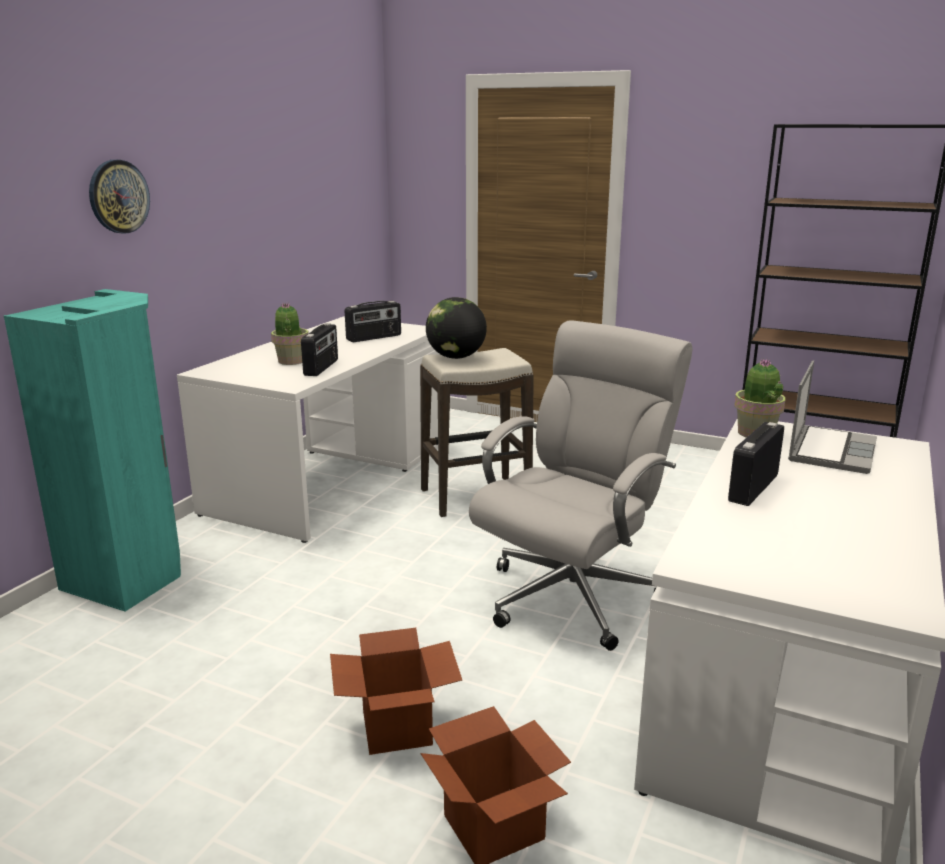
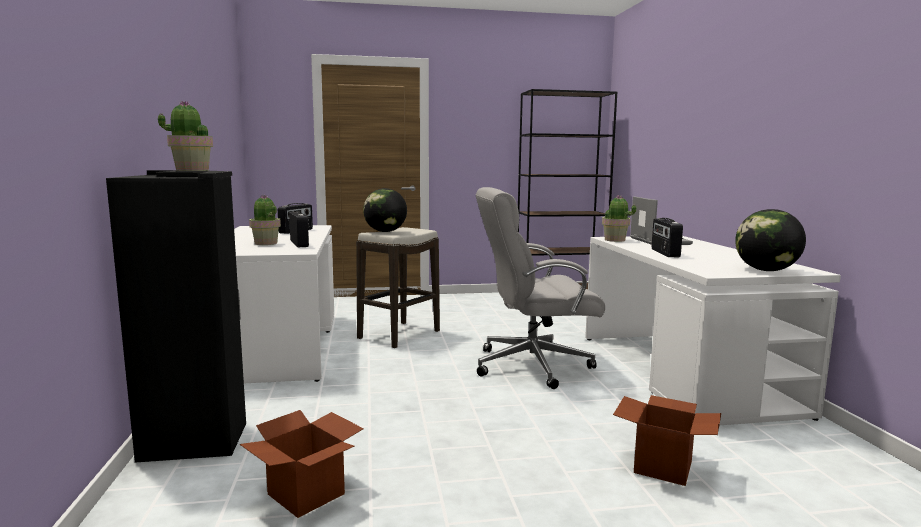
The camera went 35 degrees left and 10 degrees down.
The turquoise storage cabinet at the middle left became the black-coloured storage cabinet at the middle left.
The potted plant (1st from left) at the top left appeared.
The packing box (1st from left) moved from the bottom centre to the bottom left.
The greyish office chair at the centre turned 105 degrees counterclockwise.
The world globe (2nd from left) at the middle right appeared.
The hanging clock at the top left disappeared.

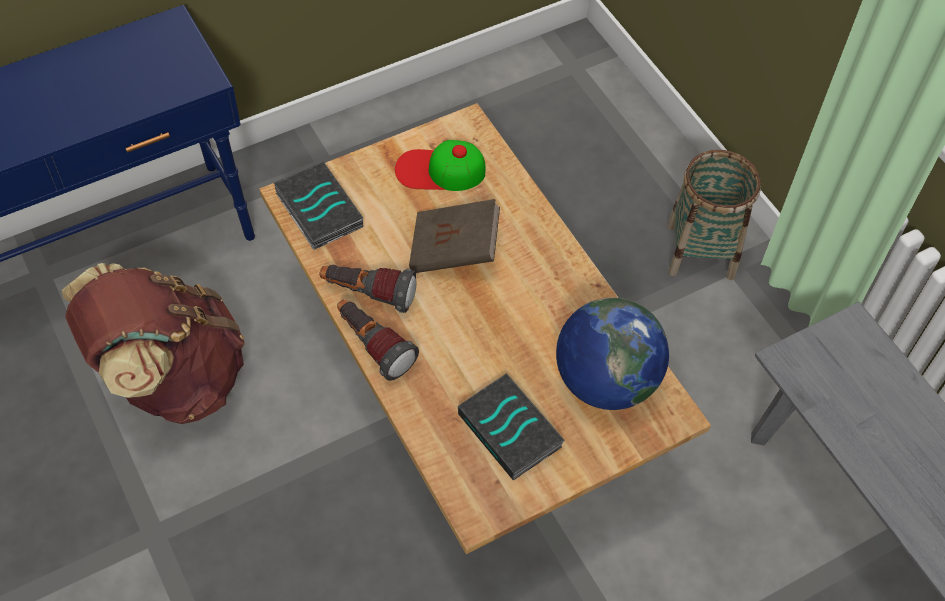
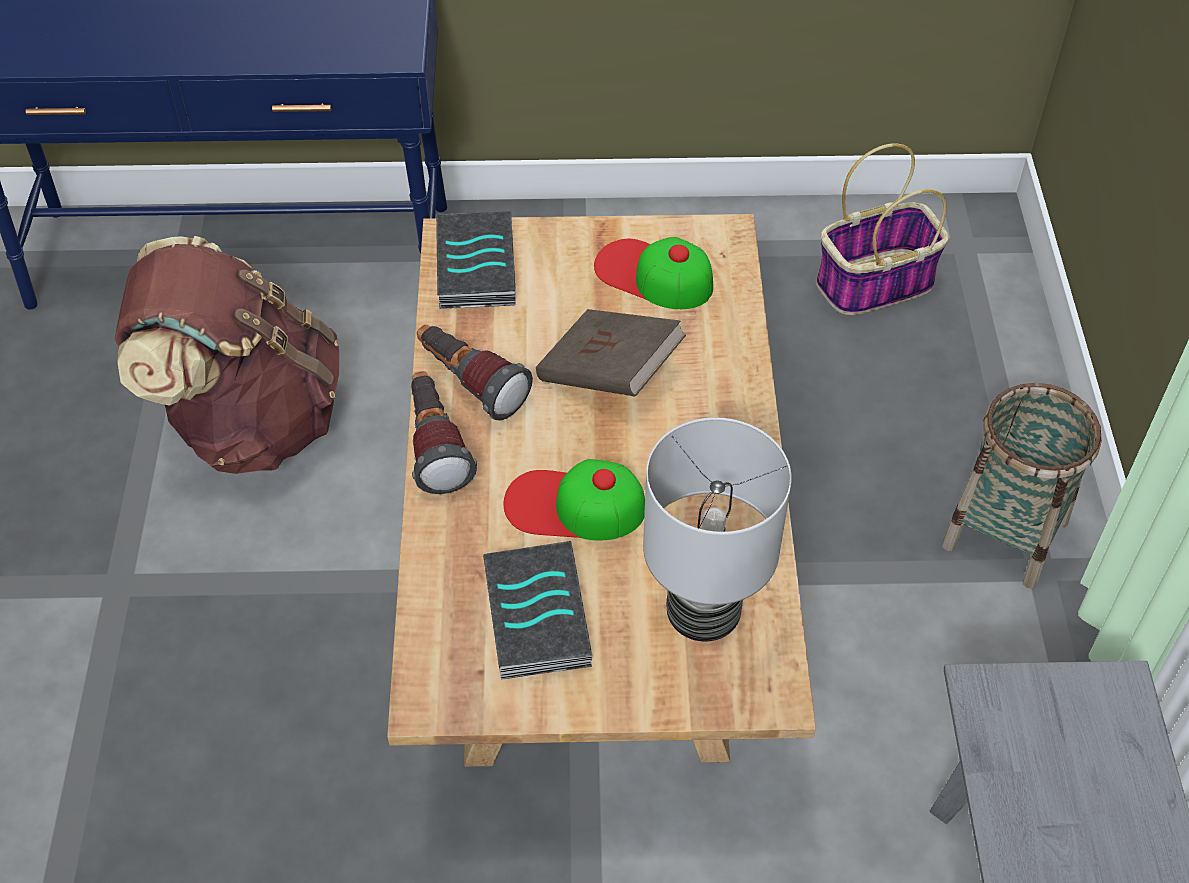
The camera went 30 degrees right and 5 degrees down.
The peaked cap (1st from left) at the centre appeared.
The world globe at the centre was replaced by the greyish lamp for a table at the centre.
The basket (1st from left) at the top right appeared.

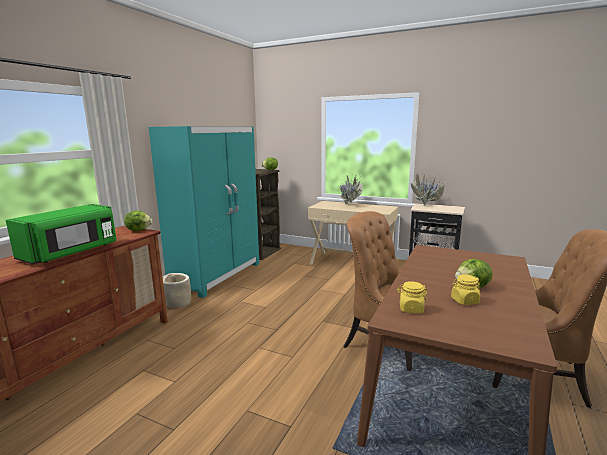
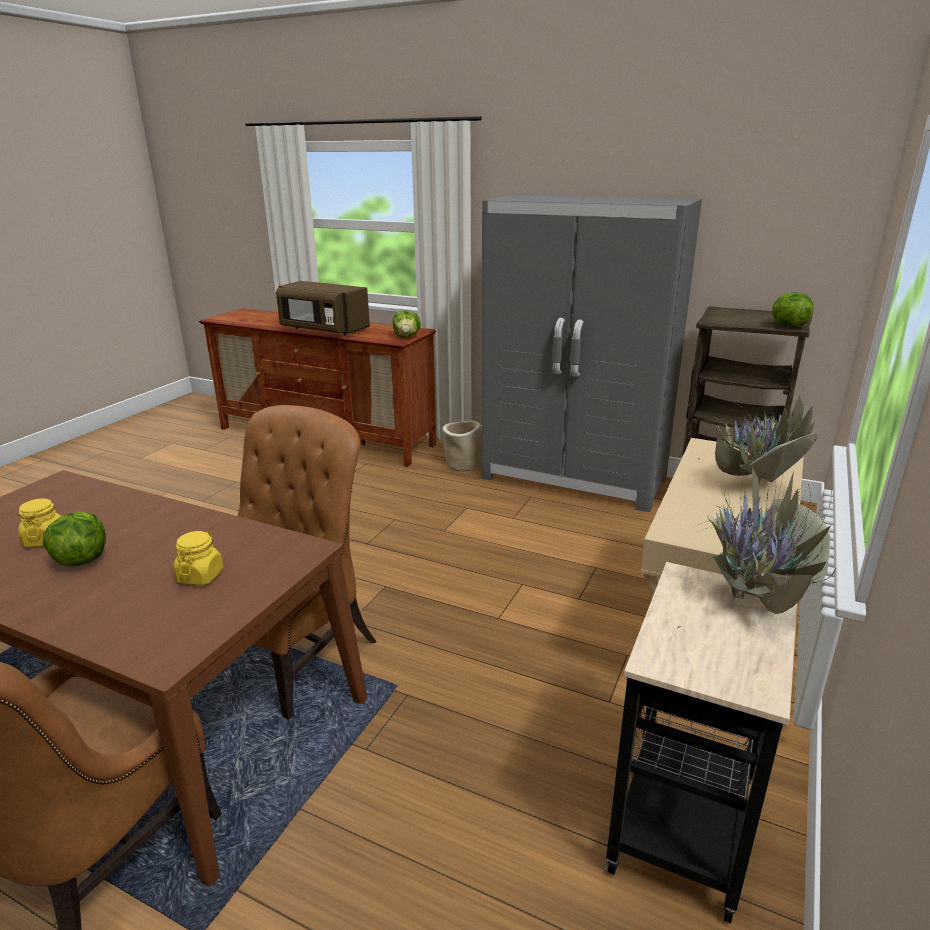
The camera went 90 degrees right and 10 degrees up.
The yellowish jar (1st from left in the first image) moved from the middle right to the middle left.
The green-coloured kitchen microwave at the middle left became the brown kitchen microwave at the top centre.
The turquoise storage cabinet at the centre became the greyish storage cabinet at the centre.

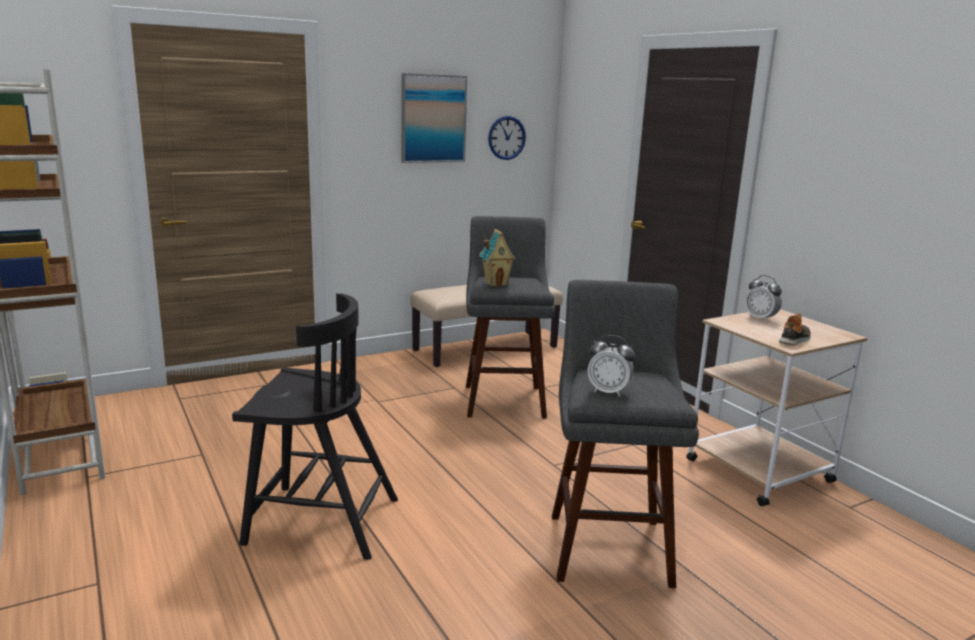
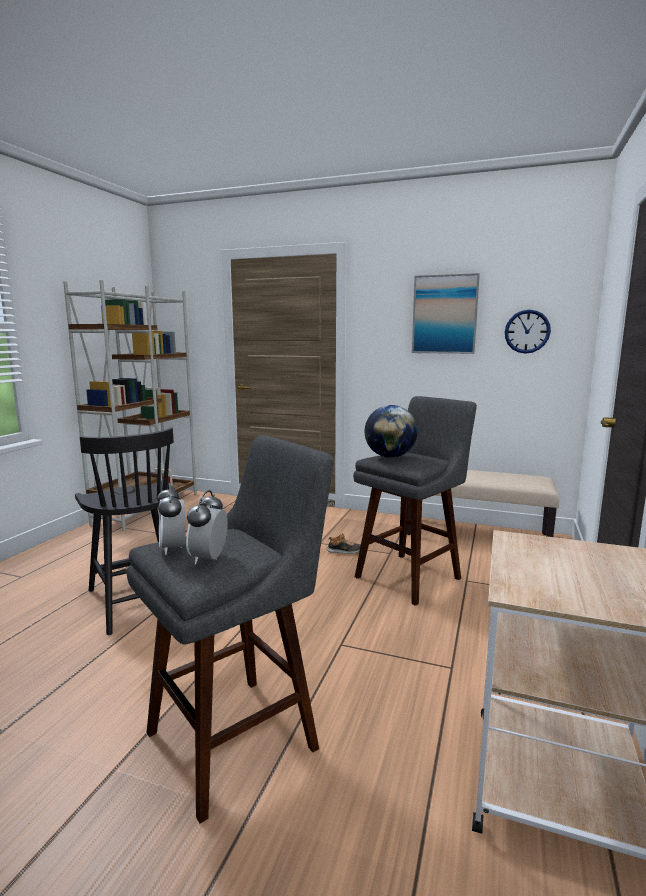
The camera went 50 degrees right and 5 degrees down.
The alarm clock (2nd from left) moved from the middle right to the middle left.
The shoe moved from the middle right to the centre.
The toy house at the centre was replaced by the world globe at the centre.

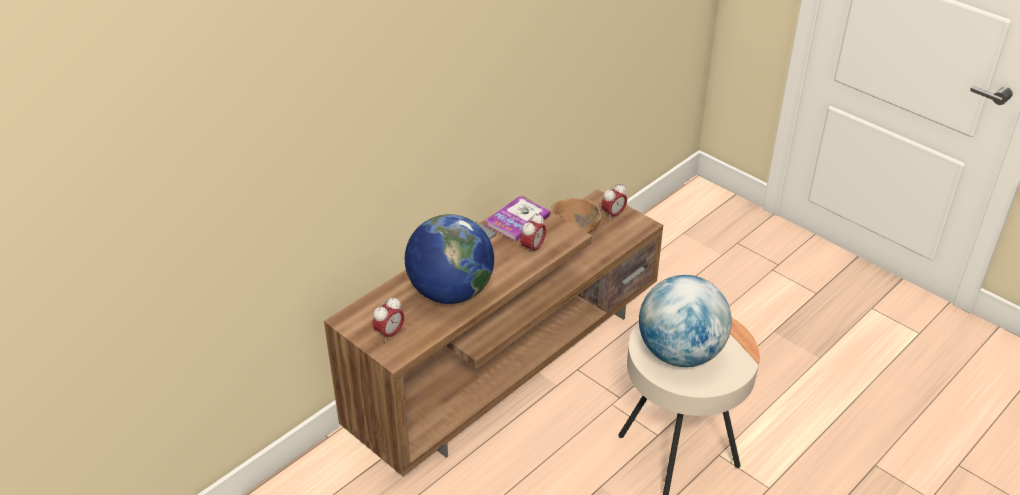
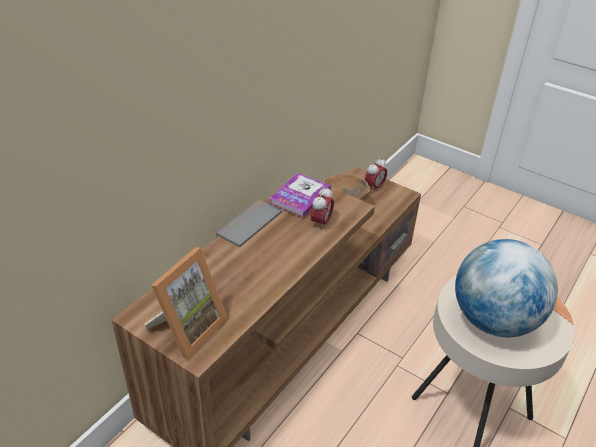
The camera went 10 degrees left and 0 degrees up.
The alarm clock (1st from left) at the centre was replaced by the picture frame at the bottom left.
The world globe (1st from left) at the centre disappeared.

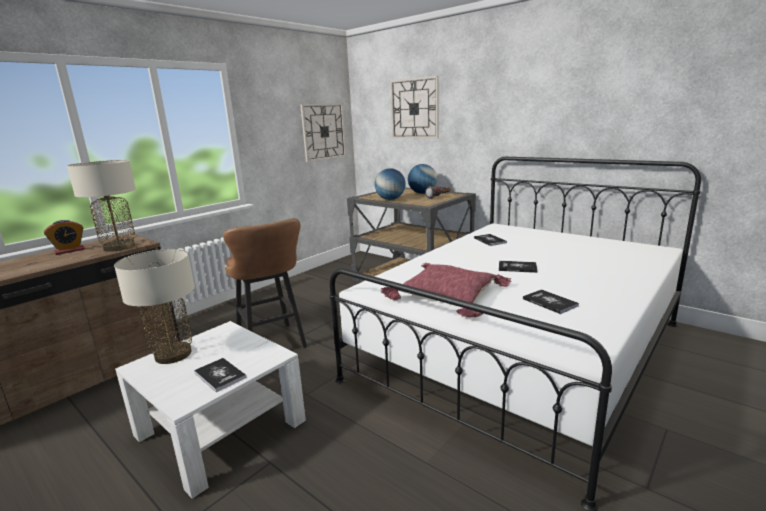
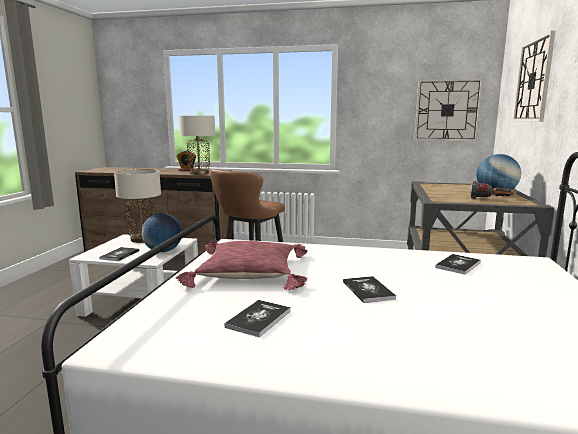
The camera went 60 degrees right and 5 degrees down.
The world globe (1st from left) moved from the centre to the middle left.

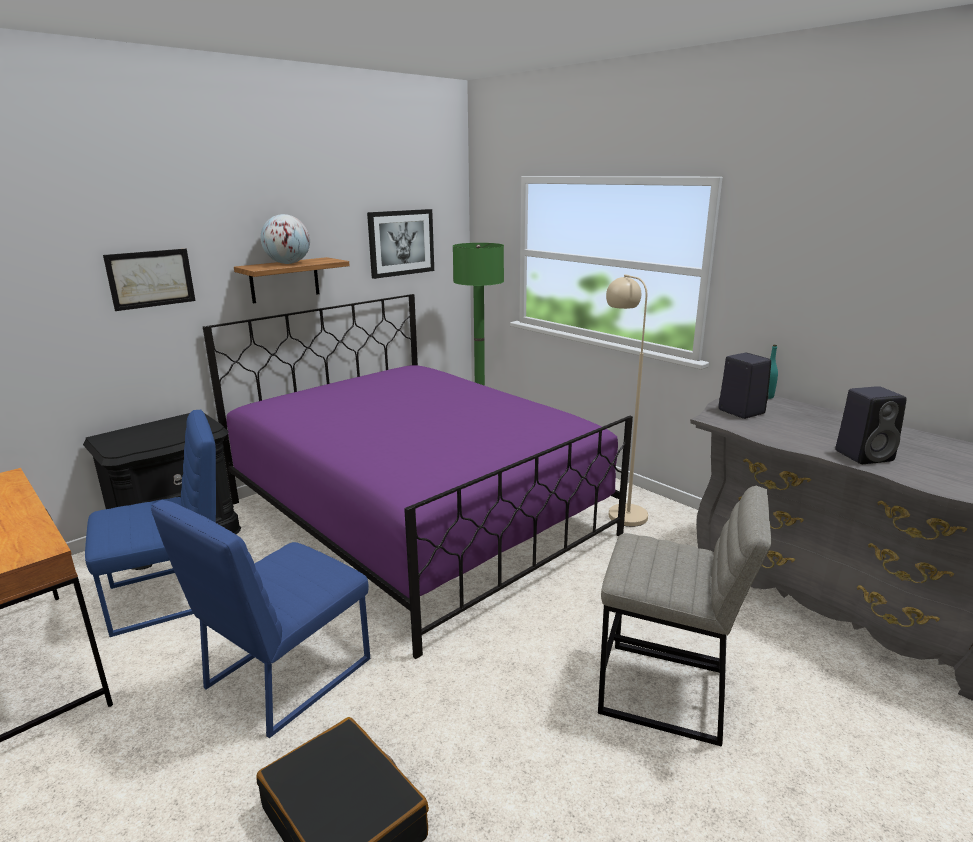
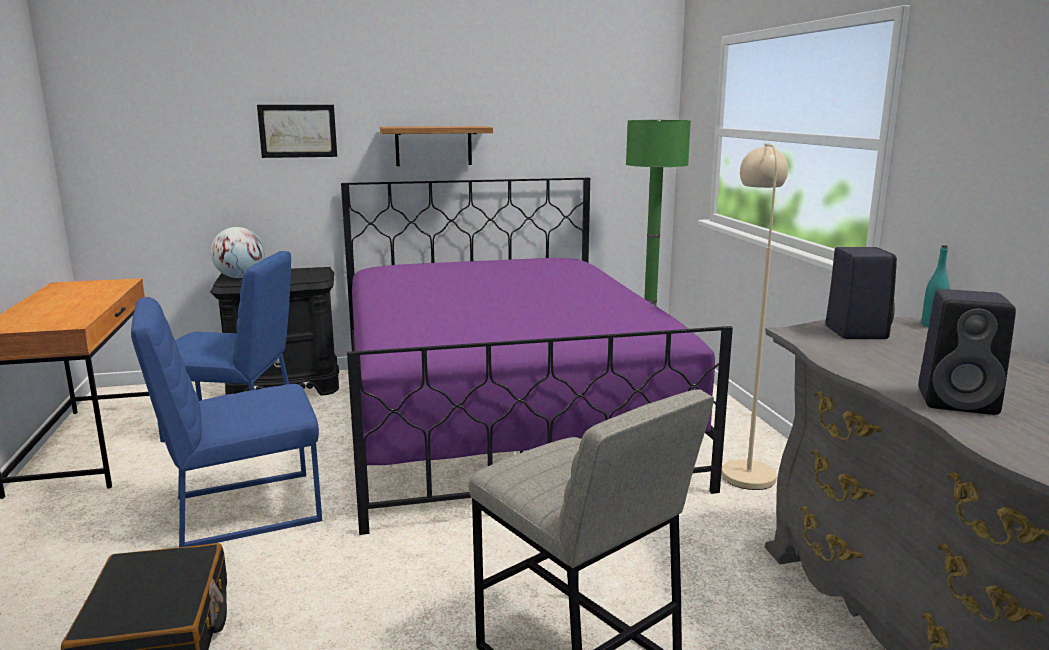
The camera went 30 degrees right and 5 degrees down.
The world globe moved from the top left to the middle left.
The picture (2nd from left) at the top centre disappeared.

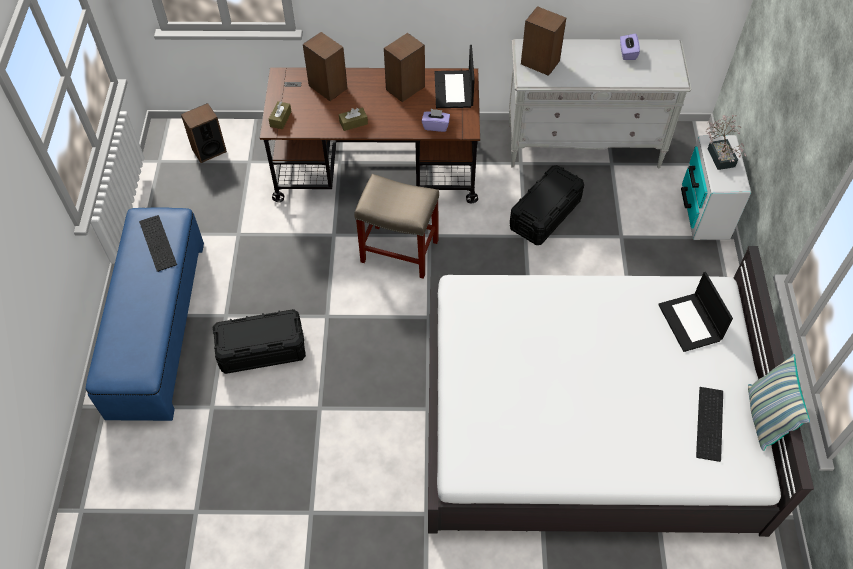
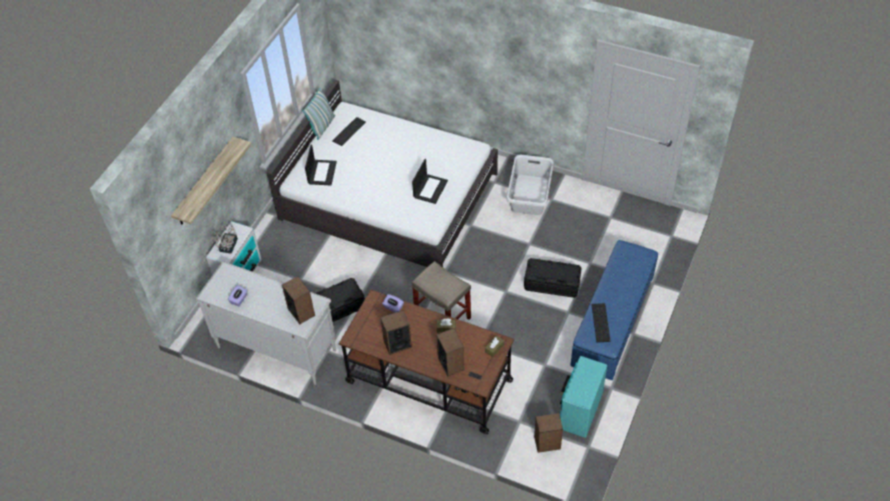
The camera went 155 degrees left and 5 degrees down.
The wall shelf at the middle left appeared.
The notebook computer (1st from left in the first image) moved from the top centre to the centre.
The greyish laundry basket at the centre appeared.
The turquoise nightstand at the bottom centre appeared.

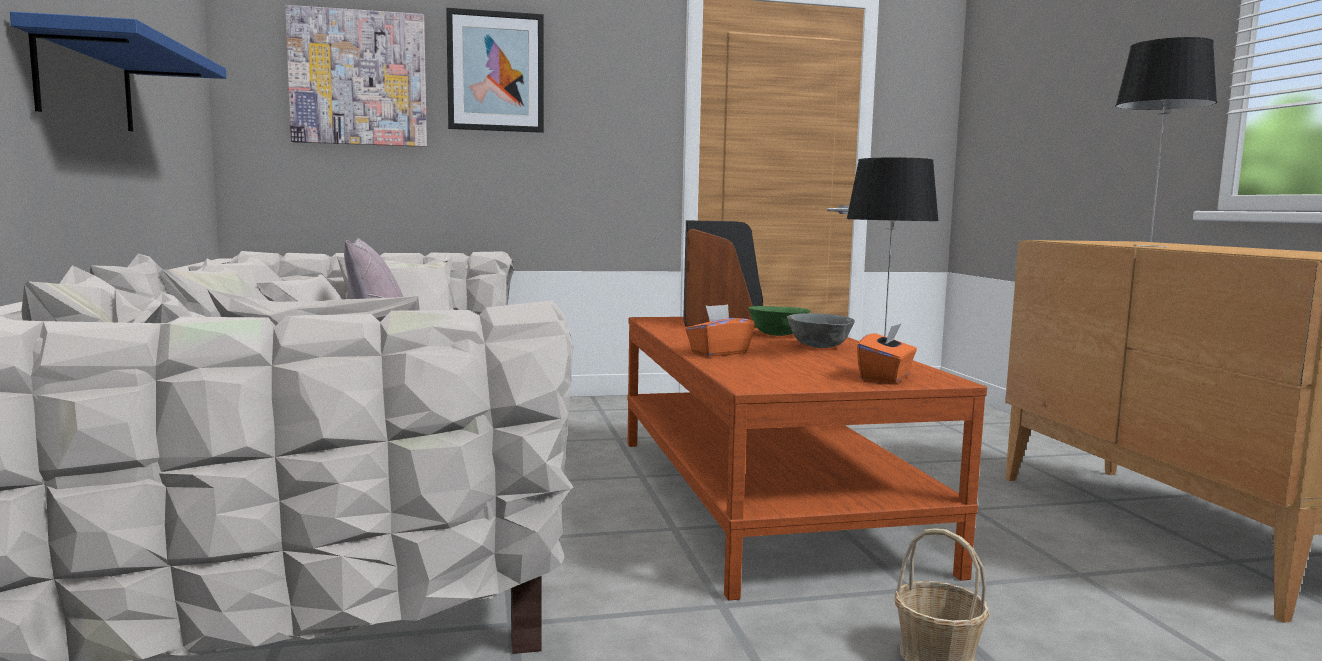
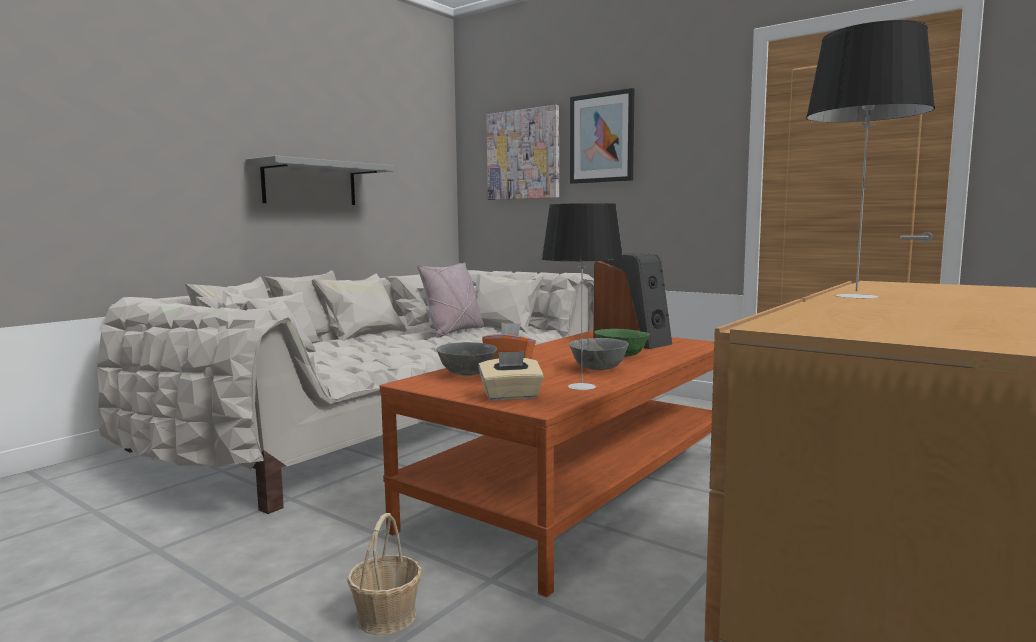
The camera went 50 degrees right and 0 degrees up.
The bluish wall shelf at the top left became the greyish wall shelf at the top left.
The greyish bowl (1st from left) at the centre appeared.
The orangey tissue box (2nd from left) at the middle right became the beige tissue box at the centre.

